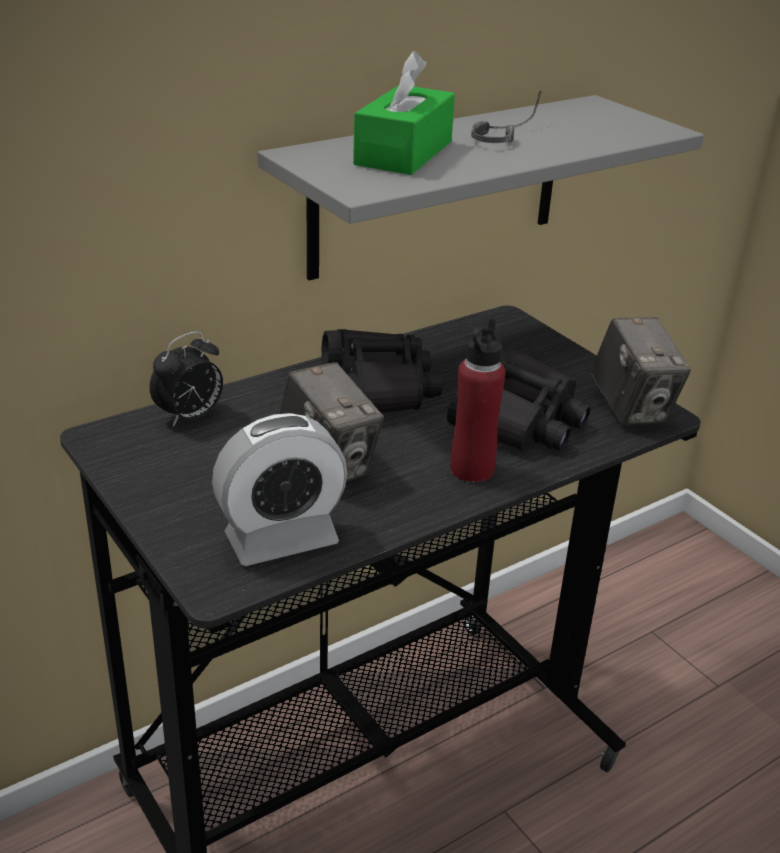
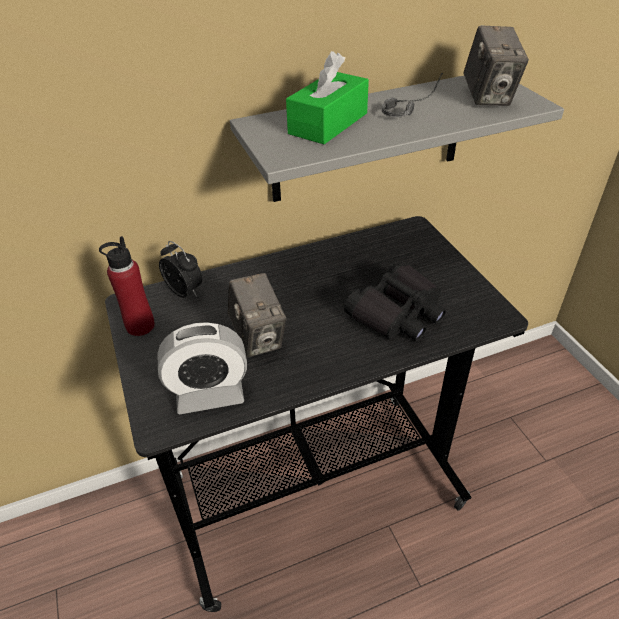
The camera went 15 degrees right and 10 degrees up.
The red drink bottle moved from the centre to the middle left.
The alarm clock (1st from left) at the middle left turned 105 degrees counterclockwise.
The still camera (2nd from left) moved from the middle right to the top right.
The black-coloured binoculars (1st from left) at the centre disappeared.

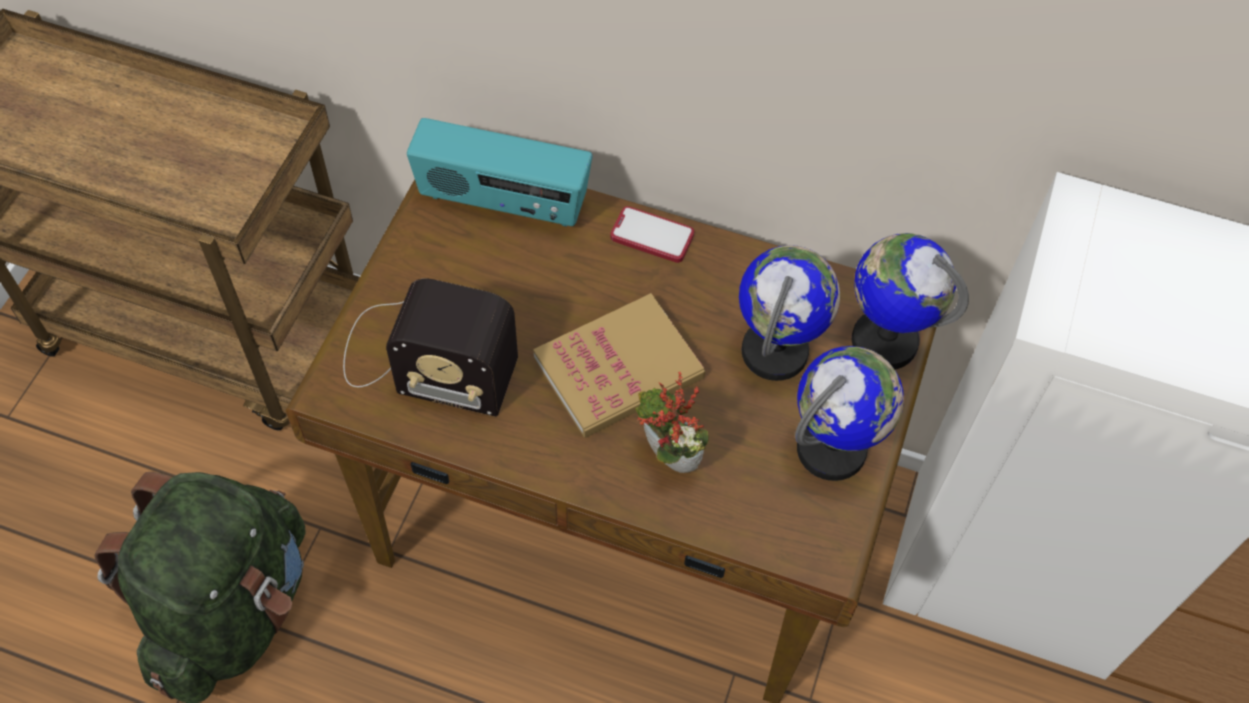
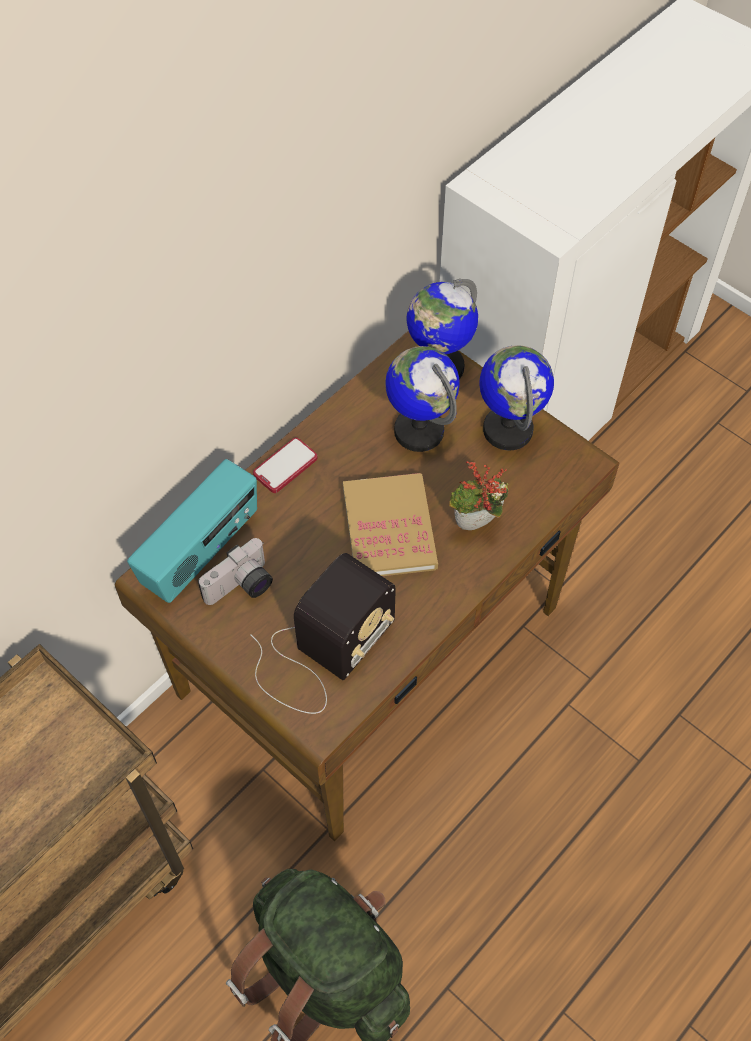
The camera went 65 degrees left and 0 degrees up.
The still camera at the middle left appeared.

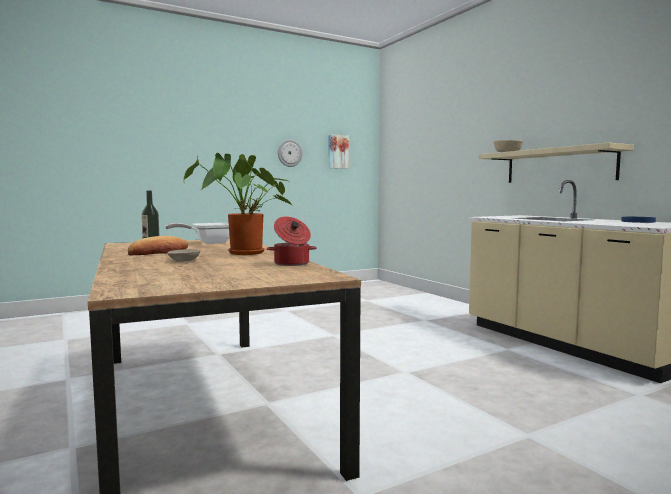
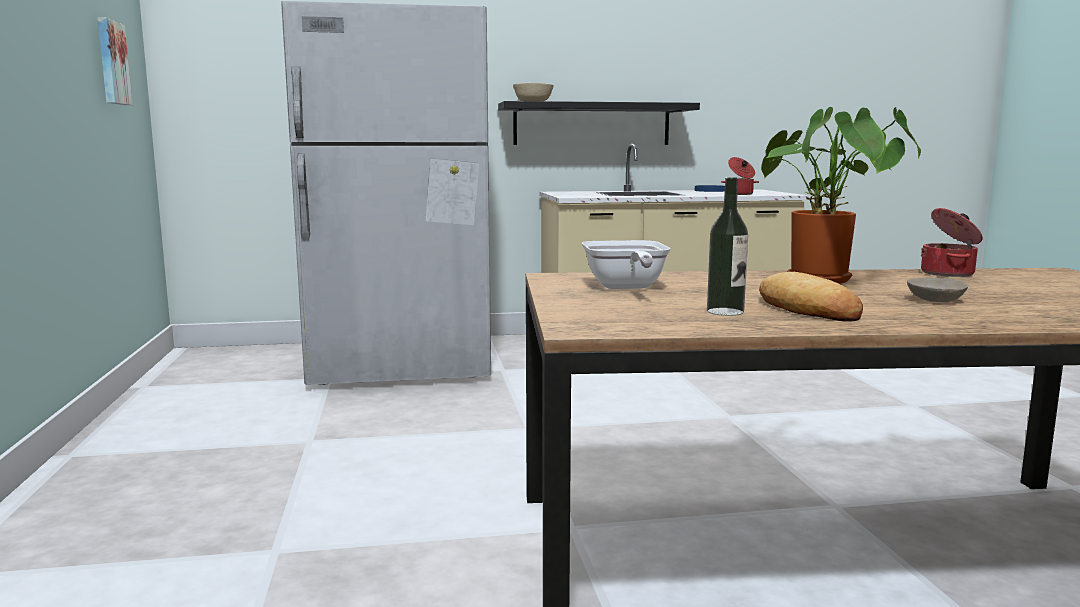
The camera went 70 degrees left and 5 degrees up.
The white-coloured refrigerator at the top centre appeared.
The beige wall shelf at the top right became the black-coloured wall shelf at the top centre.
The stockpot (1st from left) at the top right appeared.
The hanging clock at the top centre disappeared.

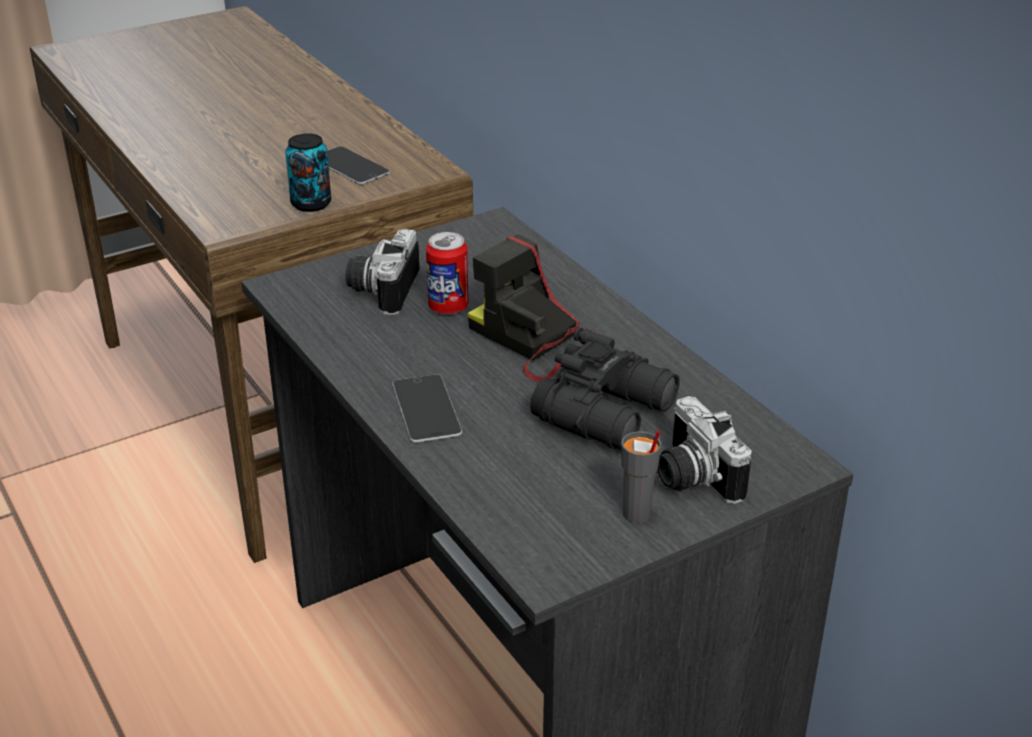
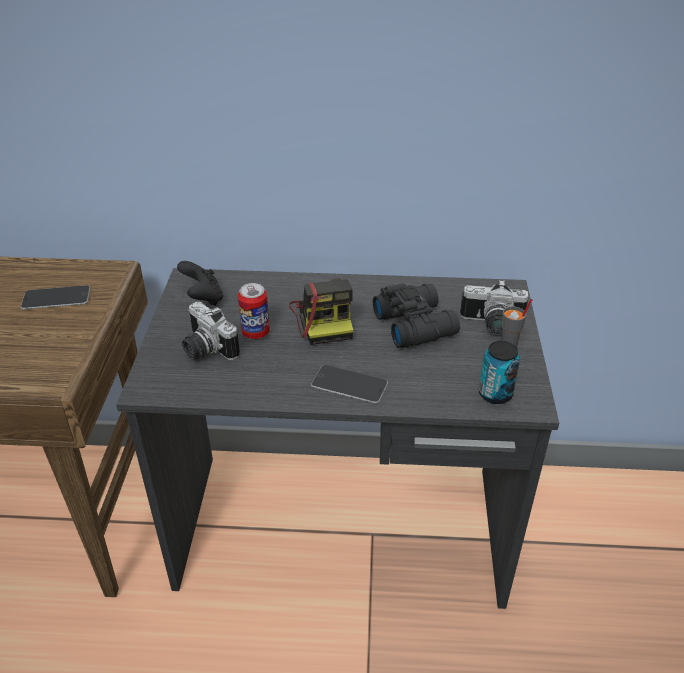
The camera went 55 degrees left and 5 degrees up.
The black-coloured gamepad at the middle left appeared.
The still camera (2nd from left) at the centre turned 90 degrees counterclockwise.
The can (1st from left in the first image) moved from the top left to the middle right.

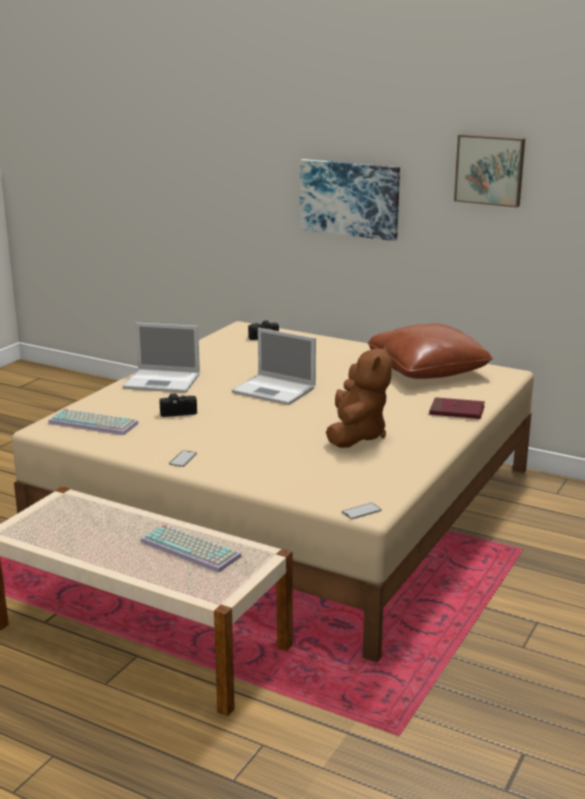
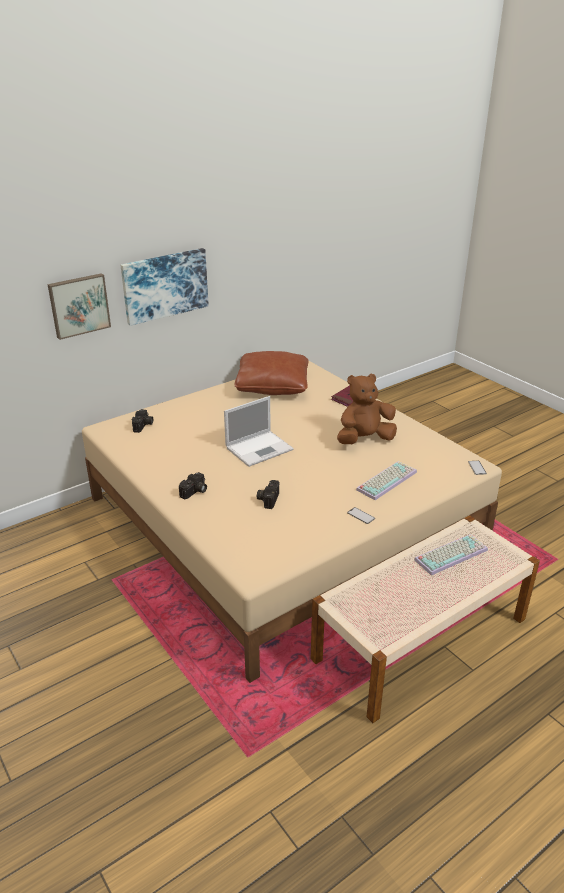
The camera went 65 degrees left and 10 degrees up.
The picture (2nd from left in the first image) moved from the top right to the middle left.
The notebook computer (1st from left) at the middle left was replaced by the still camera (2nd from left) at the centre.
The brown soft toy at the centre turned 60 degrees counterclockwise.
The PC keyboard (1st from left) moved from the middle left to the middle right.

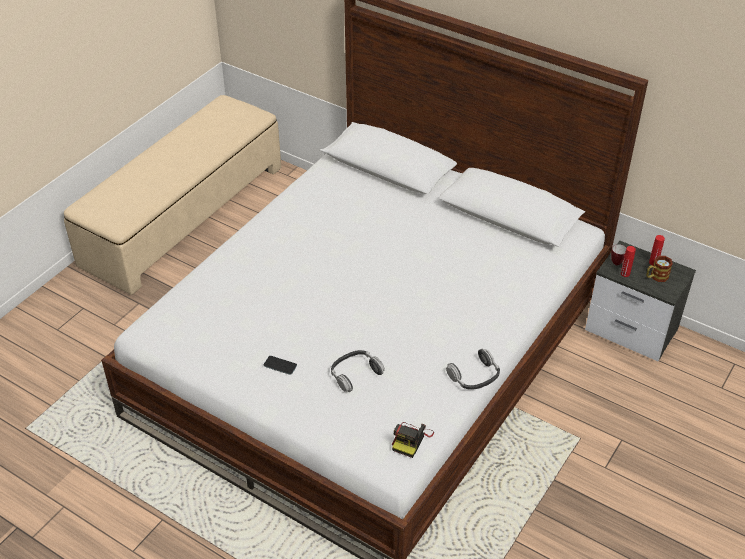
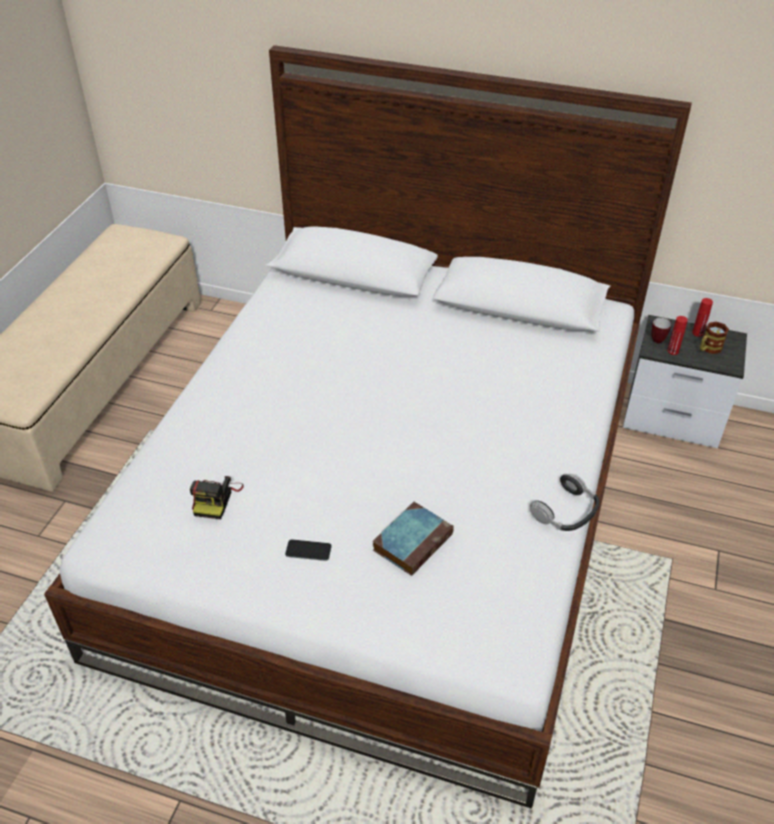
The camera went 15 degrees left and 0 degrees up.
The still camera moved from the bottom centre to the middle left.
The headset (1st from left) at the centre was replaced by the volume at the centre.

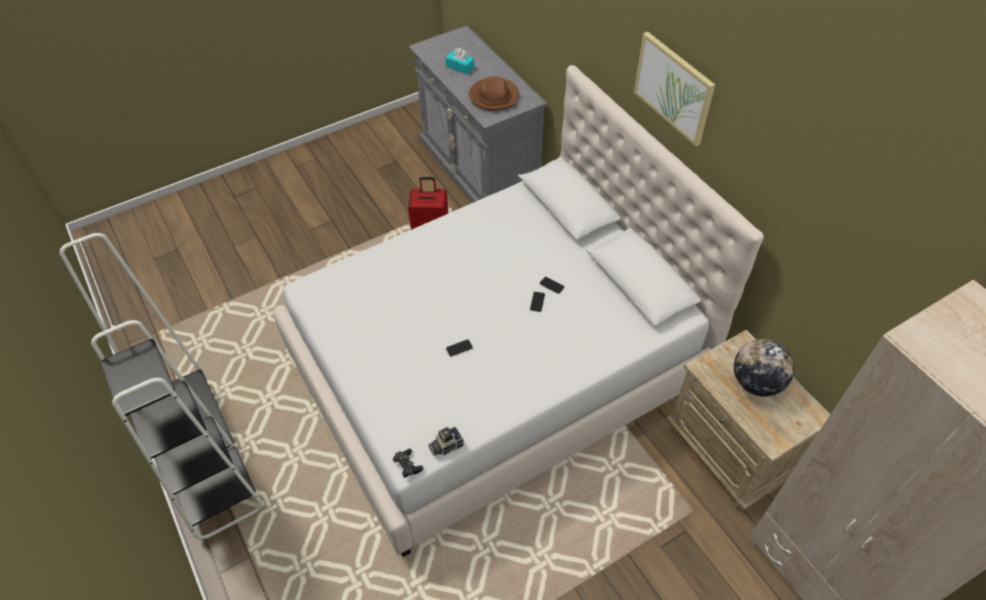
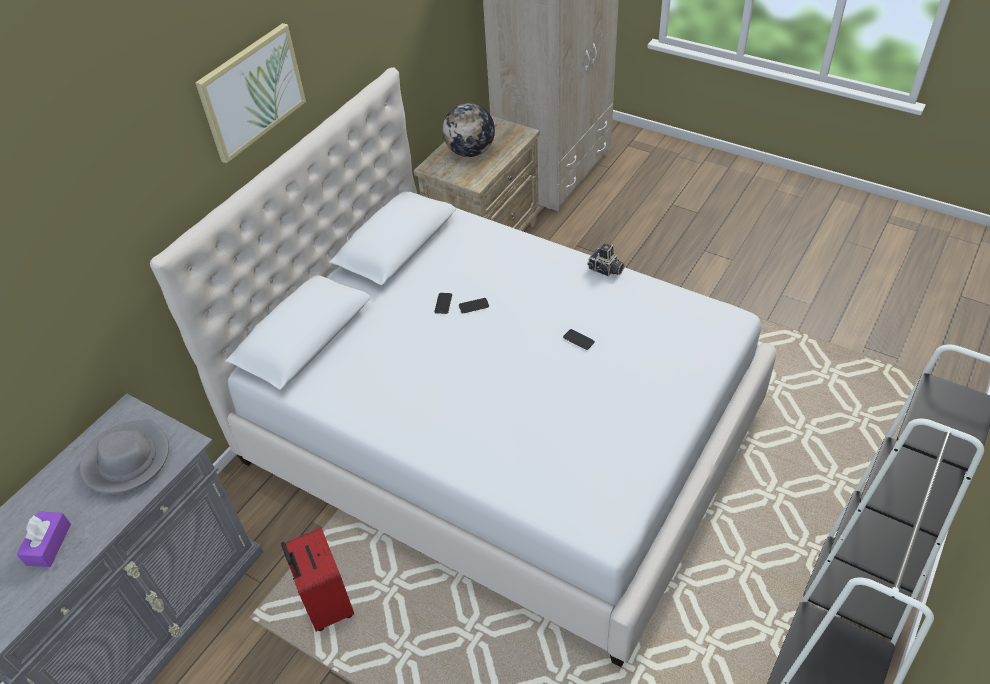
The camera went 115 degrees left and 5 degrees down.
The turquoise tissue box at the top centre became the purple tissue box at the bottom left.
The brown hat at the top centre became the greyish hat at the bottom left.
The still camera moved from the bottom centre to the centre.
The black-coloured gamepad at the bottom centre disappeared.

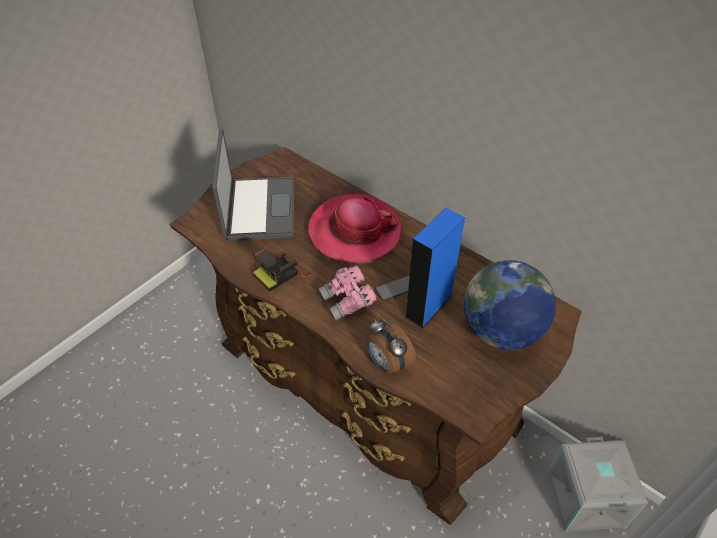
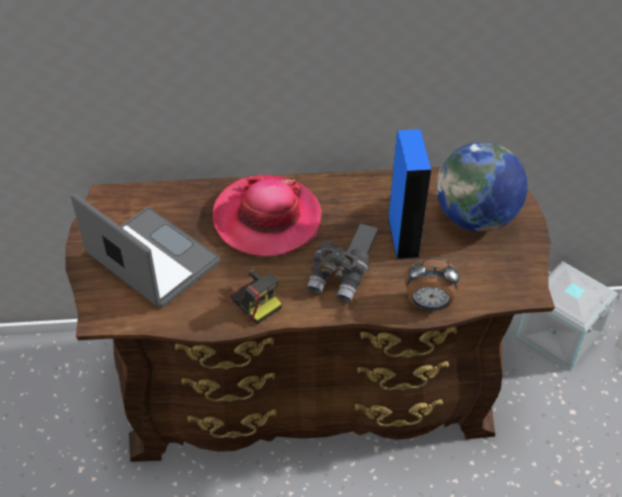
The camera went 45 degrees left and 0 degrees up.
The still camera at the centre turned 45 degrees counterclockwise.
The pink-coloured binoculars at the centre became the greyish binoculars at the centre.

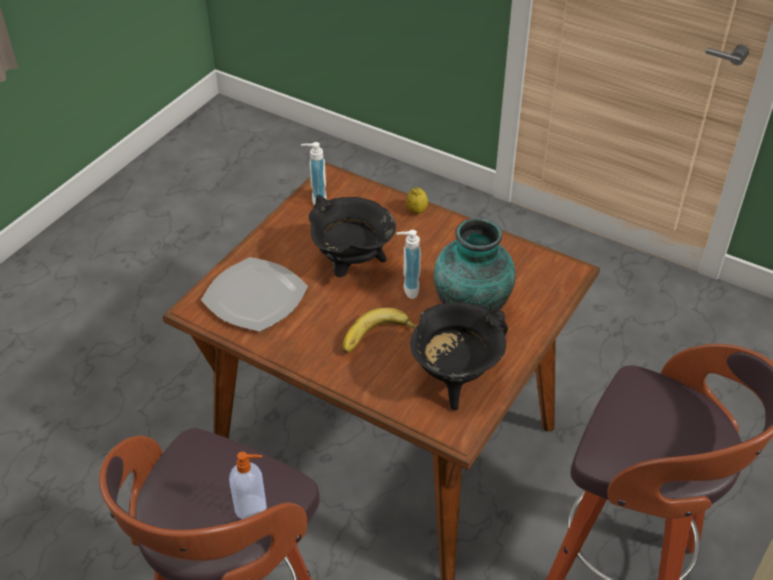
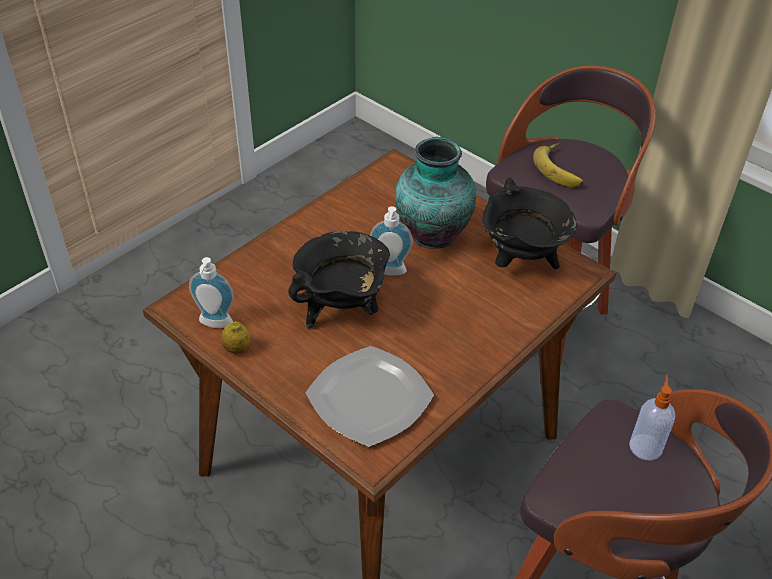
The camera went 80 degrees left and 0 degrees up.
The citrus fruit moved from the centre to the middle left.
The banana fruit moved from the centre to the top right.

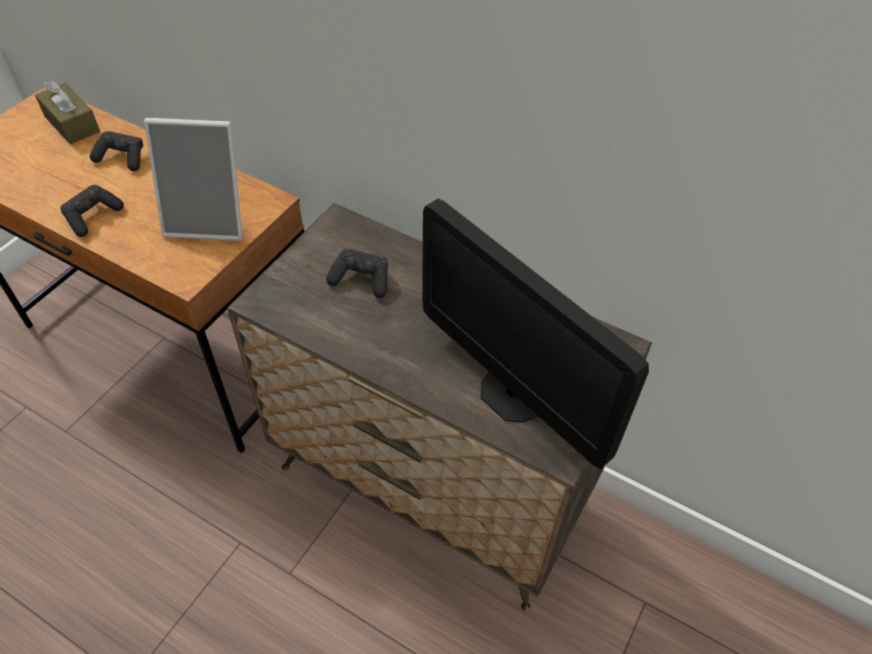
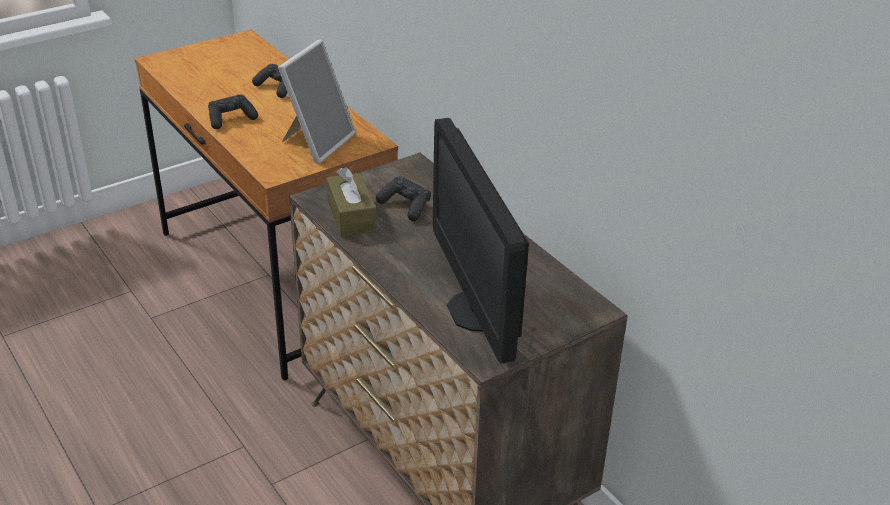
The camera went 25 degrees right and 15 degrees down.
The picture frame at the top left turned 90 degrees counterclockwise.
The brown tissue box moved from the top left to the centre.

